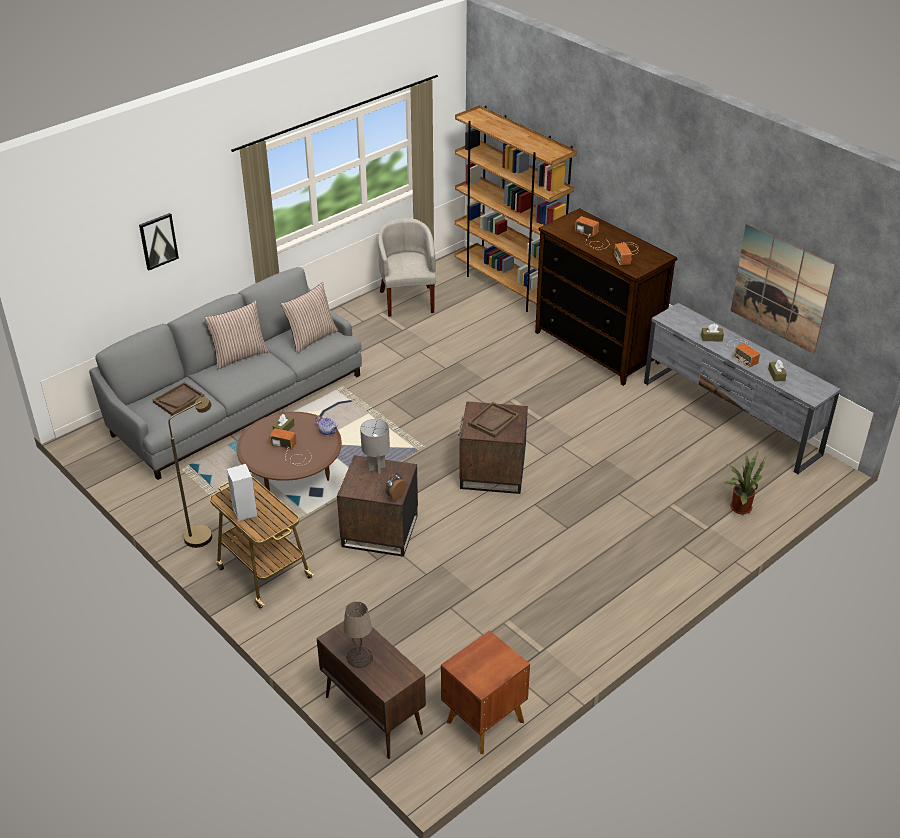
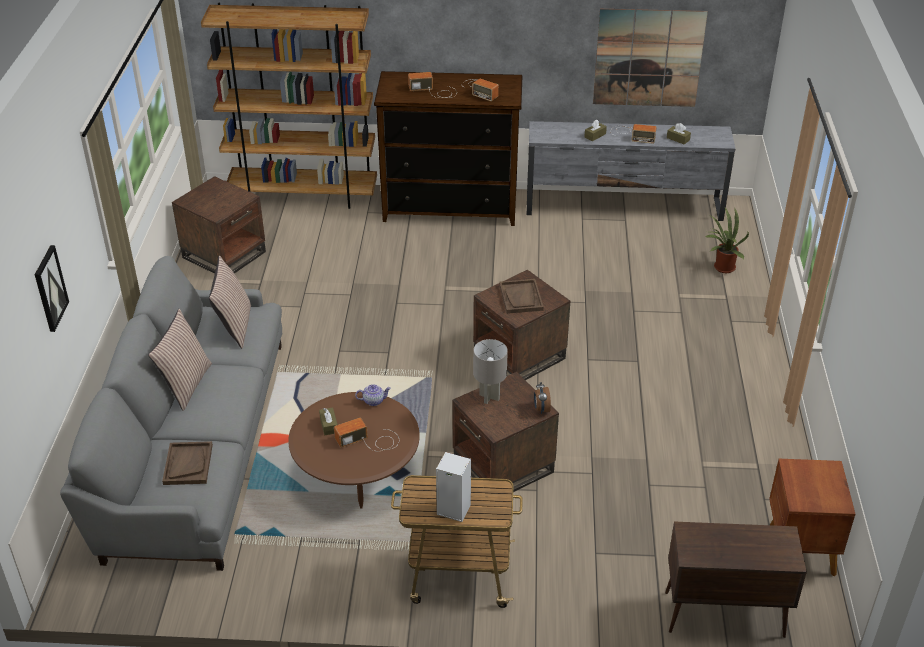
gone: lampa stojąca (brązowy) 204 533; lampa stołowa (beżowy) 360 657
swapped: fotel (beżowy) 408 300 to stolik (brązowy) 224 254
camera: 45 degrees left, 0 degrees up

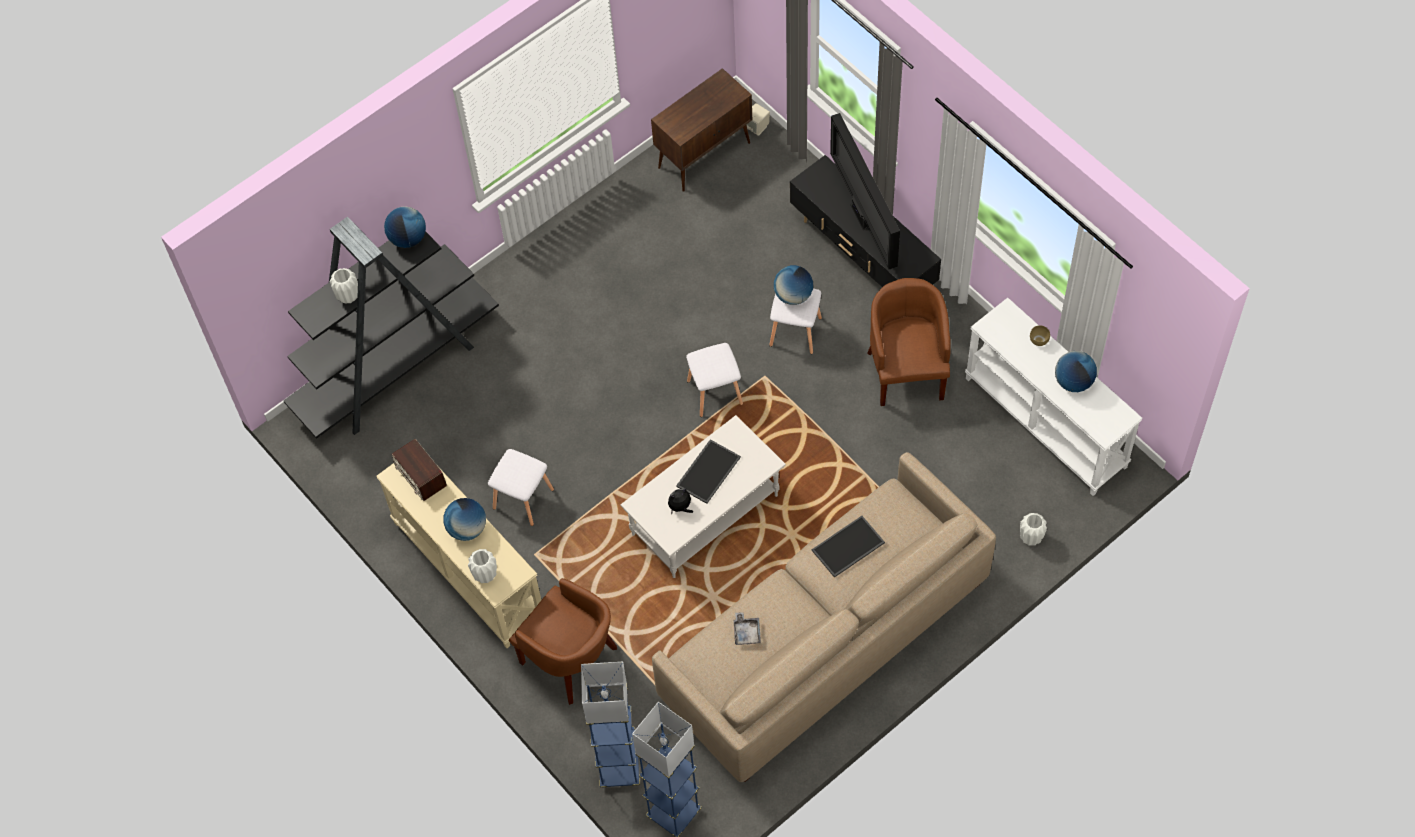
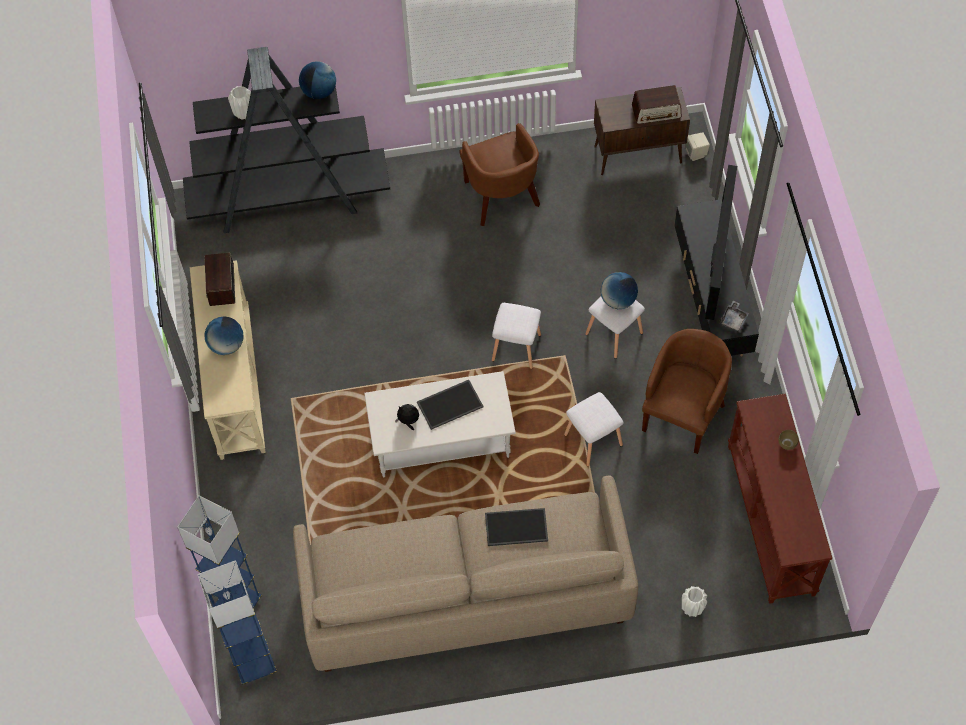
gone: globus 1073 382; wazon (biały) 485 575
new: radio 656 111
shifted: stołek (biały) 523 500 to 592 440; fotel (brązowy) 571 660 to 501 197; taca (szary) 746 632 to 733 319
repainted: stolik konsolowy (biały) 1046 422 to stolik konsolowy (brązowy) 772 519
camera: 30 degrees right, 0 degrees up

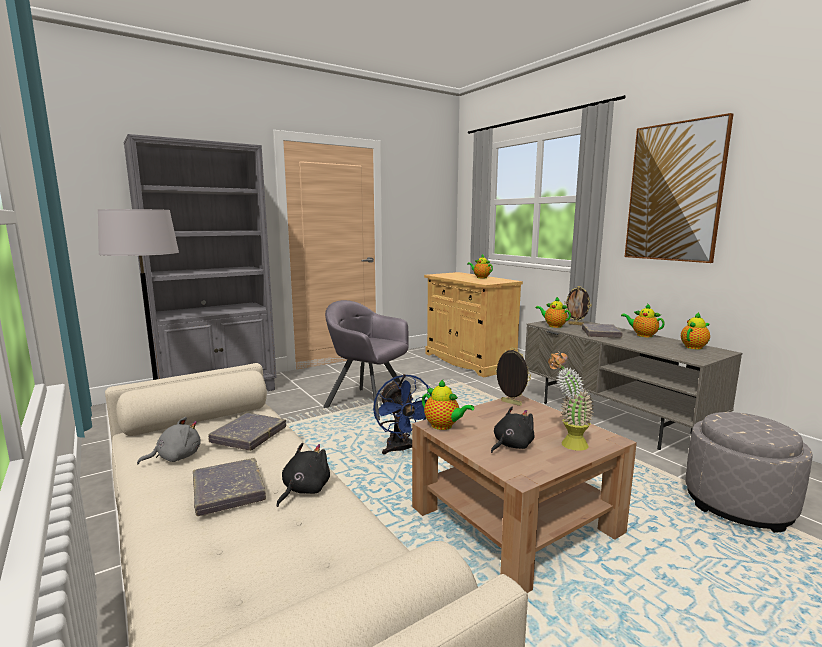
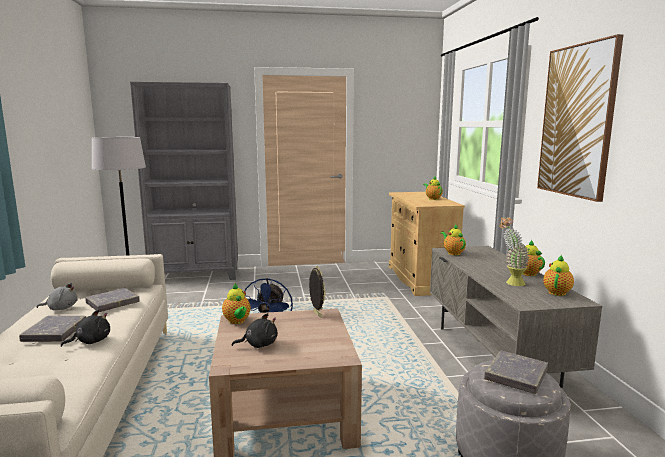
gone: ramka na zdjęcie 576 324; fotel (szary) 368 403
shifted: książka (szary) 601 333 to 516 375; roślina doniczkowa 567 443 to 510 282
rotated: imbryk 694 347 = 557 292 45 degrees counterclockwise
camera: 25 degrees right, 0 degrees up

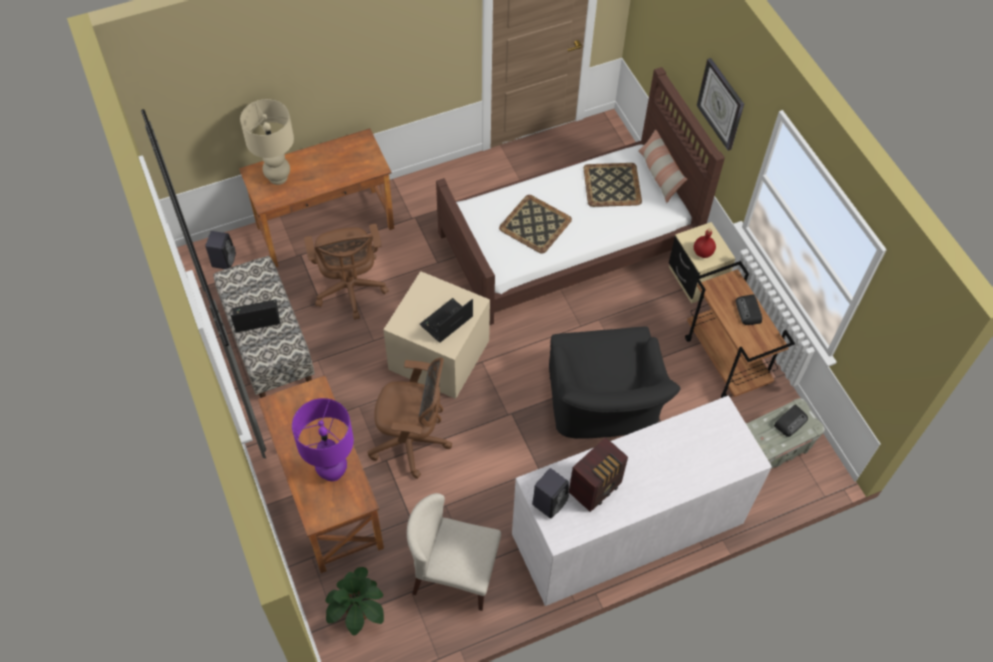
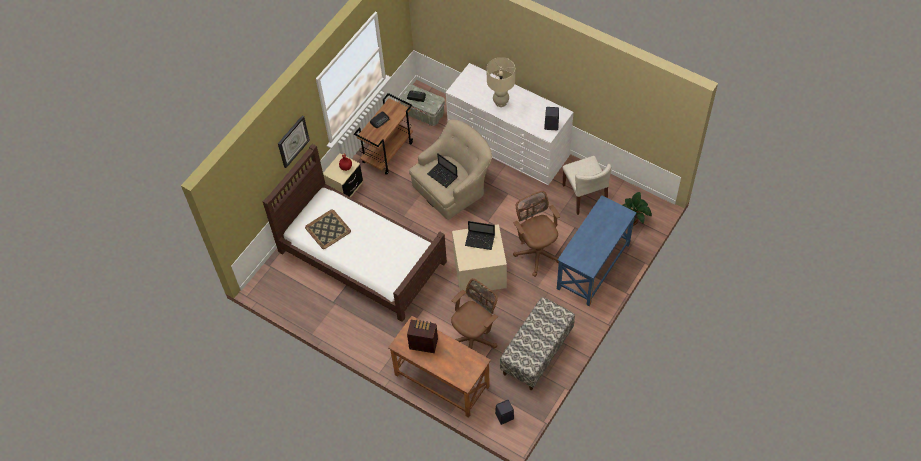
gone: poduszka 659 174; taca 534 224; lampa stołowa (fioletowy) 332 471
shifted: lampa stołowa (beżowy) 277 177 to 501 102; laptop 255 318 to 443 176; radio 596 487 to 423 343
repainted: fotel (czarny) 603 407 to fotel (beżowy) 453 186; biurko (brązowy) 327 497 to biurko (niebieski) 593 266
camera: 120 degrees left, 0 degrees up

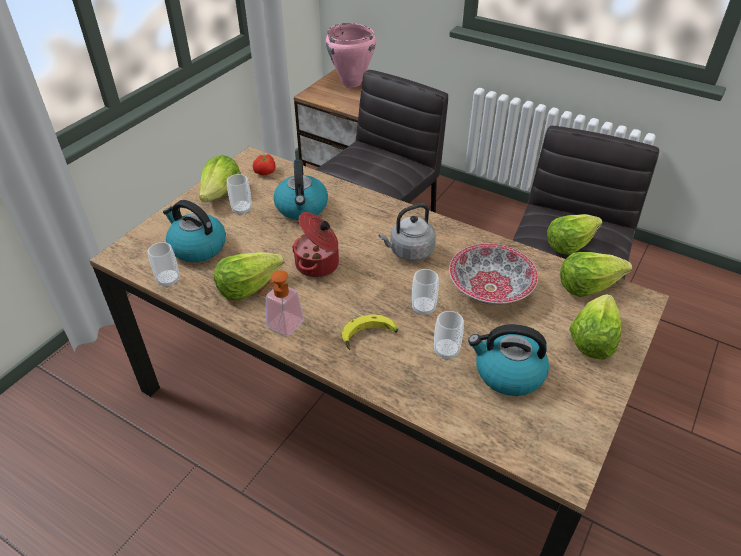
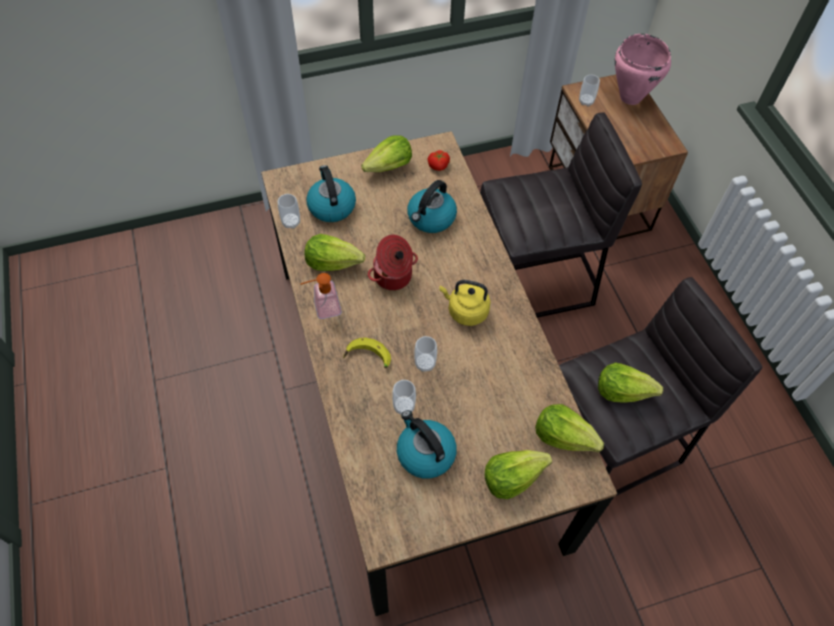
gone: miska 491 289
shifted: filiżanka 242 210 to 586 101
repainted: czajnik (szary) 409 252 to czajnik (żółty) 465 311
camera: 40 degrees right, 15 degrees up

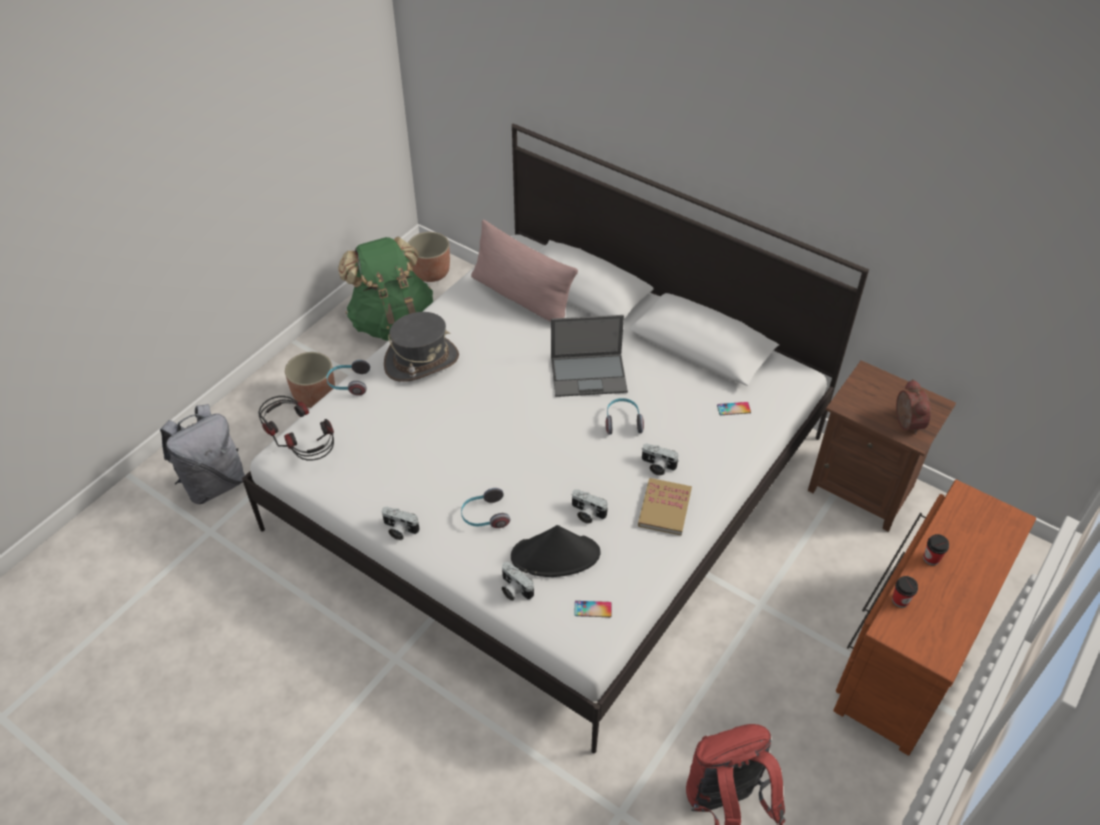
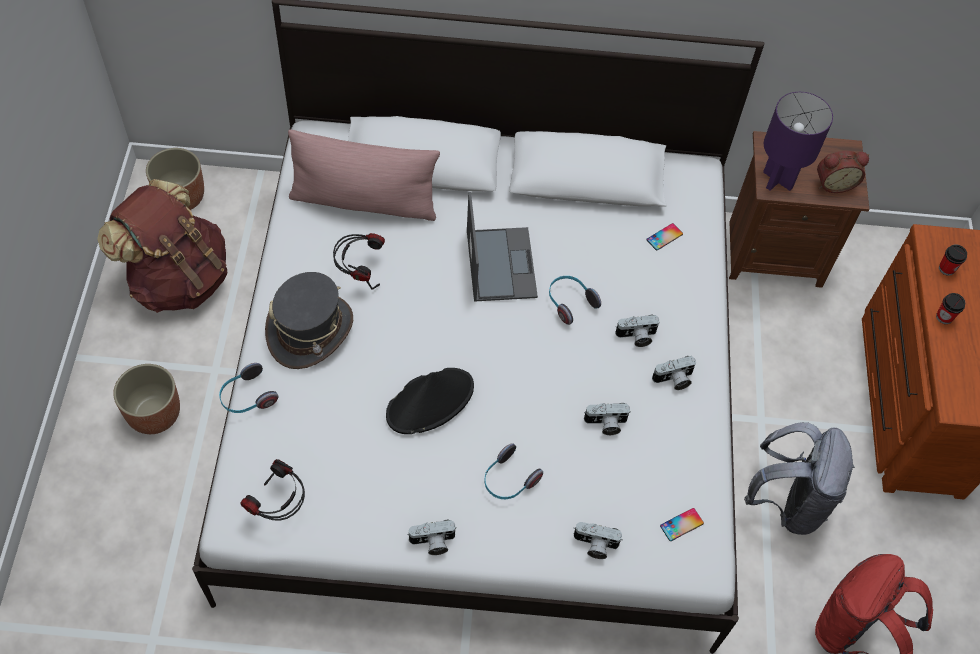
new: lampa stołowa (fioletowy) 777 180
shifted: słuchawki 285 430 to 359 271; plecak (szary) 214 483 to 788 501; kapelusz (czarny) 556 555 to 430 401; filiżanka 900 600 to 946 269
swapped: książka 664 508 to aparat fotograficzny 674 380
repainted: plecak (zielony) 392 321 to plecak (brązowy) 178 279
rotated: laptop 589 375 = 500 263 60 degrees counterclockwise; budzik 905 422 = 834 183 120 degrees clockwise
camera: 35 degrees left, 10 degrees up

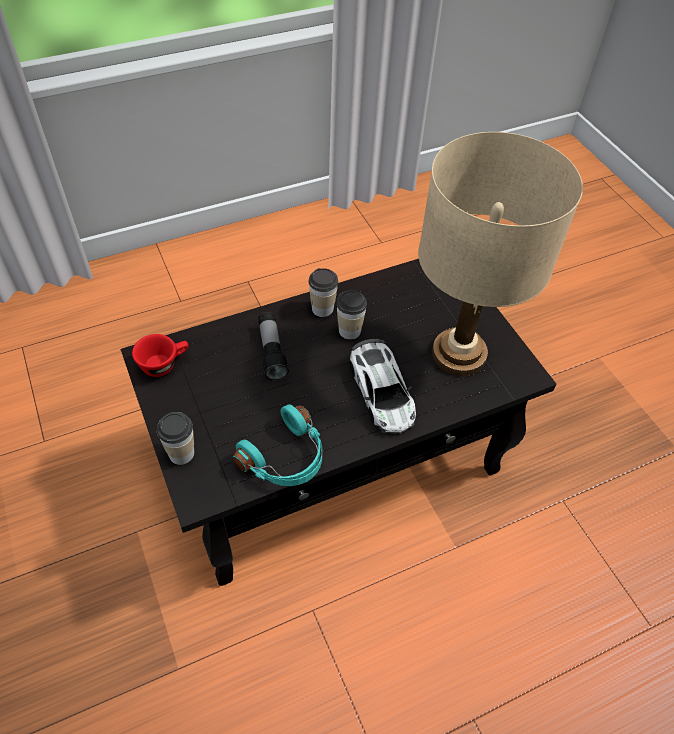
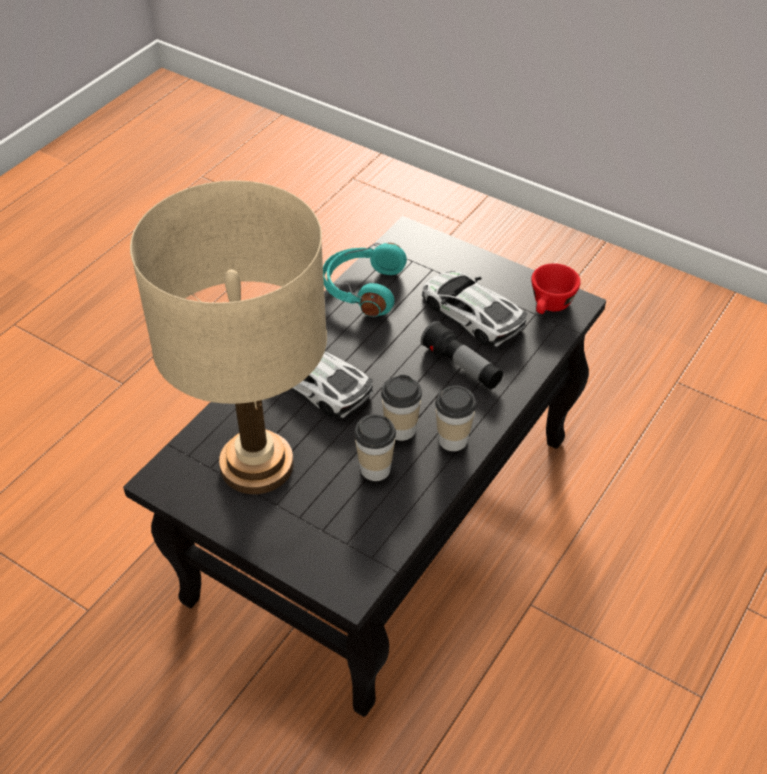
new: samochodzik 471 313
shifted: filiżanka 181 453 to 375 468
camera: 150 degrees right, 5 degrees down

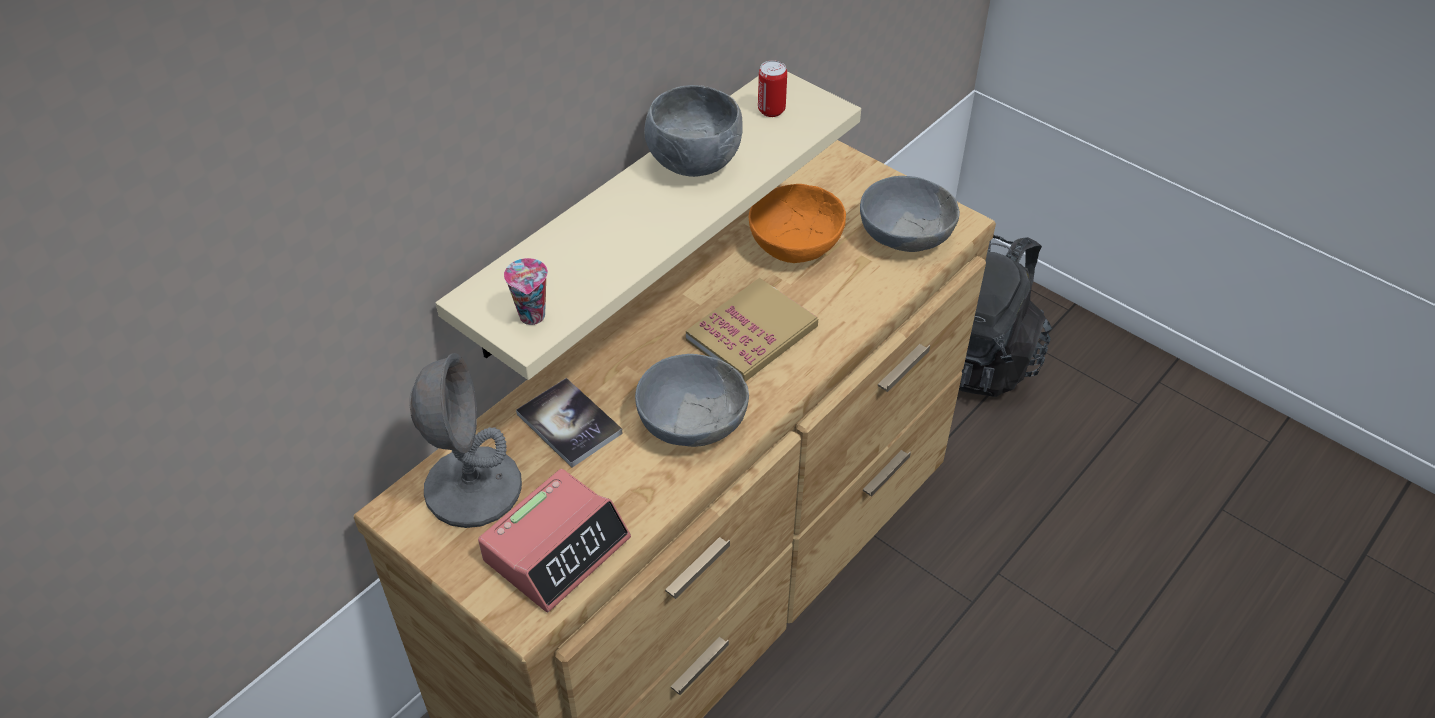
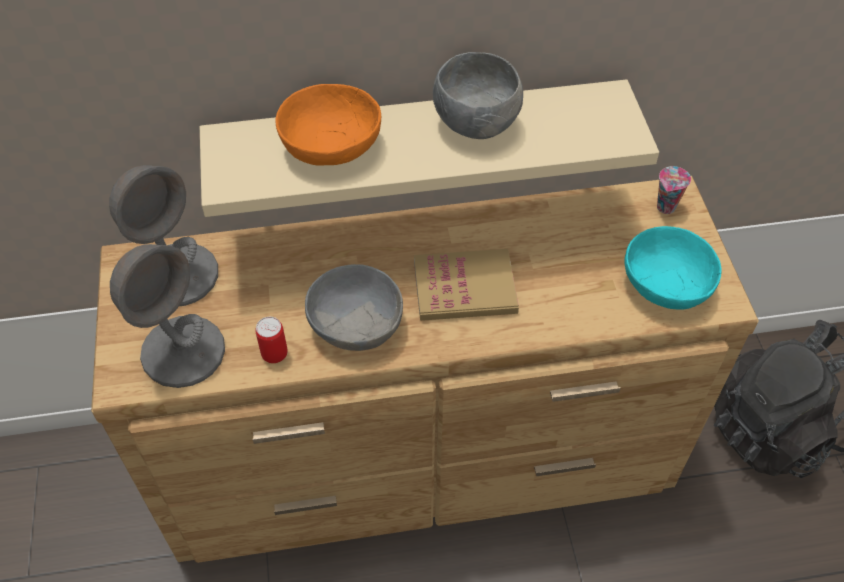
gone: książka 569 424
shifted: puszka 771 110 to 274 354; miska (pomarańczowy) 794 243 to 330 145; filiżanka 533 317 to 666 208
swapped: budzik 557 548 to lampa stołowa (szary) 183 352
repainted: miska (szary) 905 234 to miska (turkusowy) 666 284
camera: 40 degrees right, 5 degrees up

